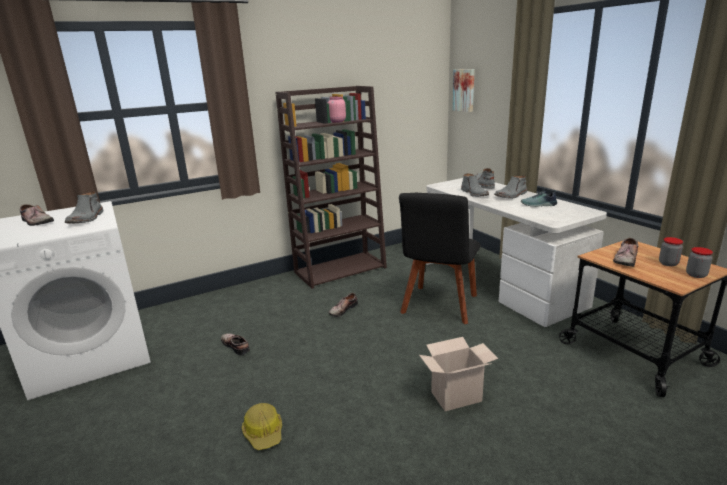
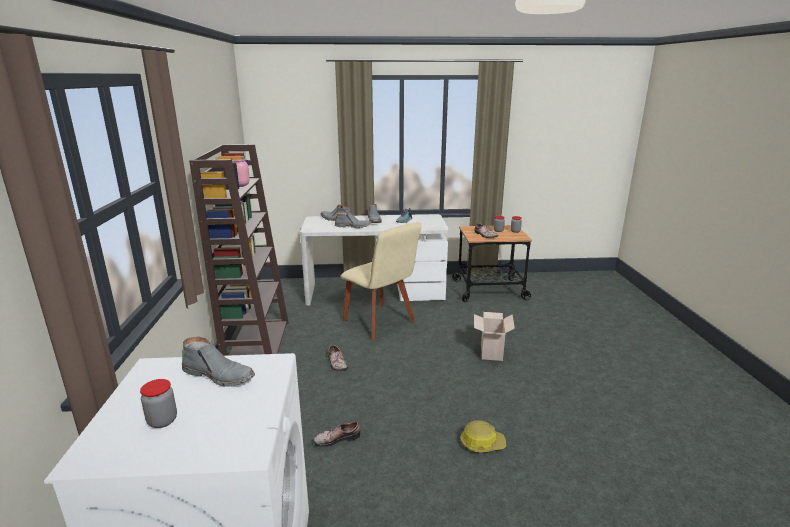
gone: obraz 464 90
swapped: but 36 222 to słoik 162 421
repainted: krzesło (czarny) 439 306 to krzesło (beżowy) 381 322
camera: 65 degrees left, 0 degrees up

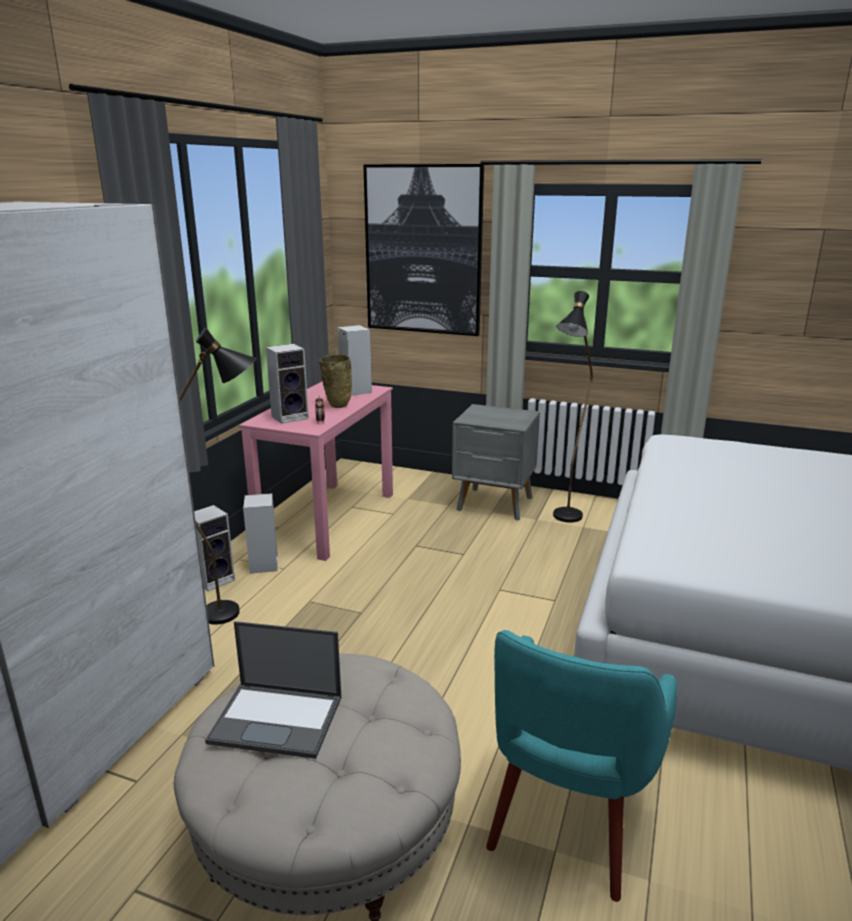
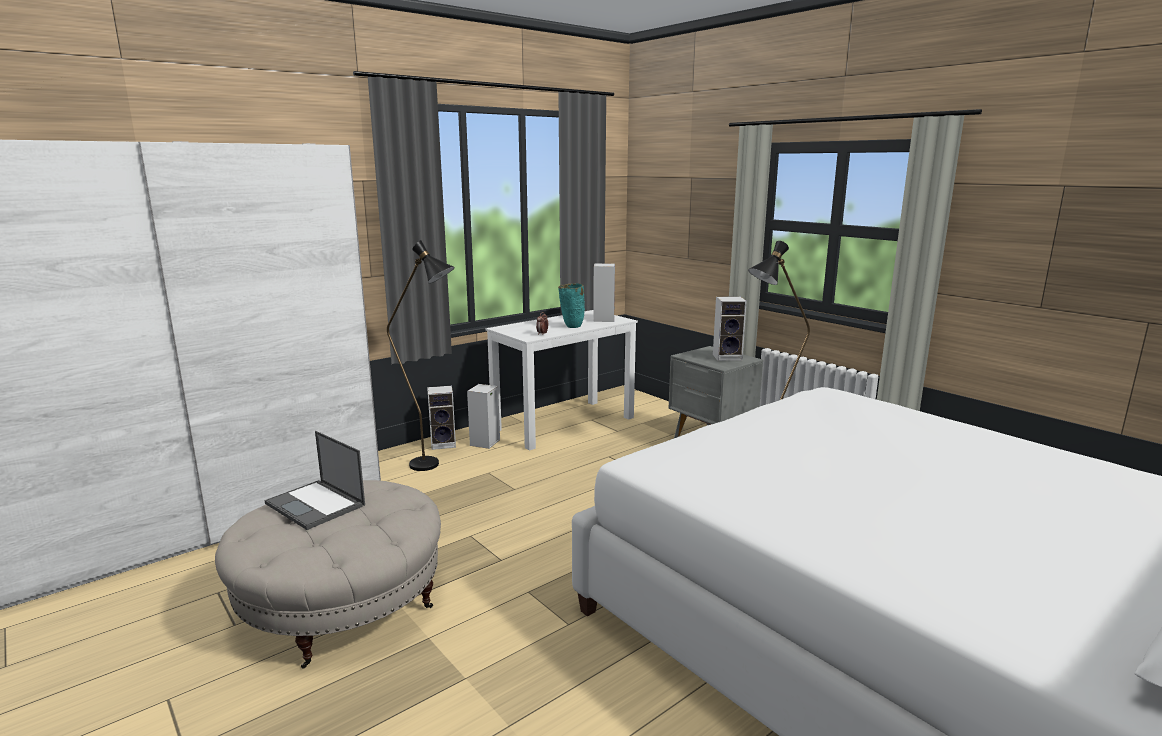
gone: obraz 423 250; fotel (turkusowy) 570 815
shifted: głośnik 291 417 to 728 357
repainted: wazon (beżowy) 337 406 to wazon (turkusowy) 571 326; biurko (różowy) 328 518 to biurko (biały) 564 423
camera: 30 degrees right, 5 degrees down

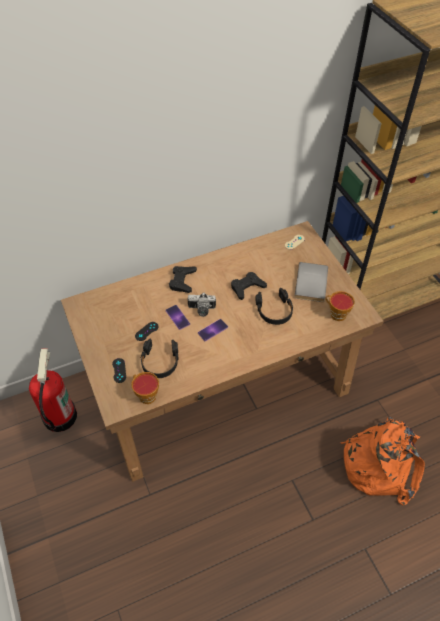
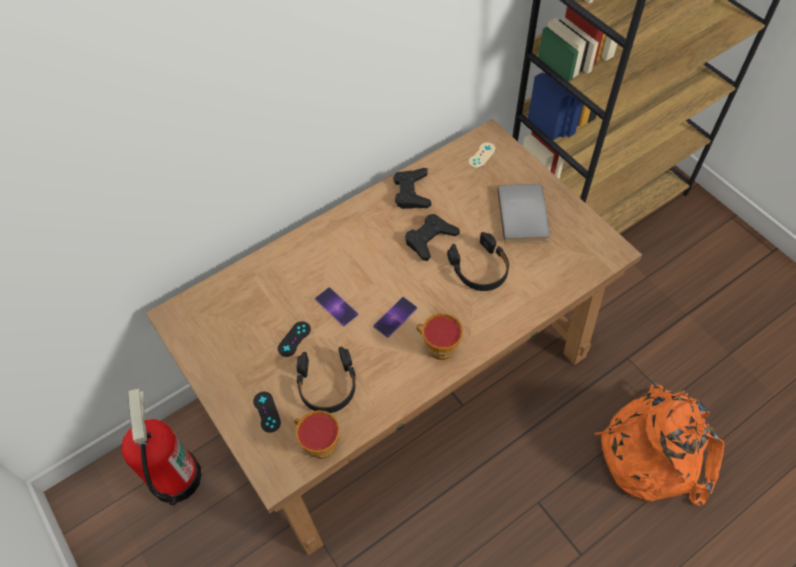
gone: aparat fotograficzny 201 310
shifted: pad do gier (czarny) 182 281 to 411 192; filiżanka 336 314 to 437 348
camera: 10 degrees left, 5 degrees up

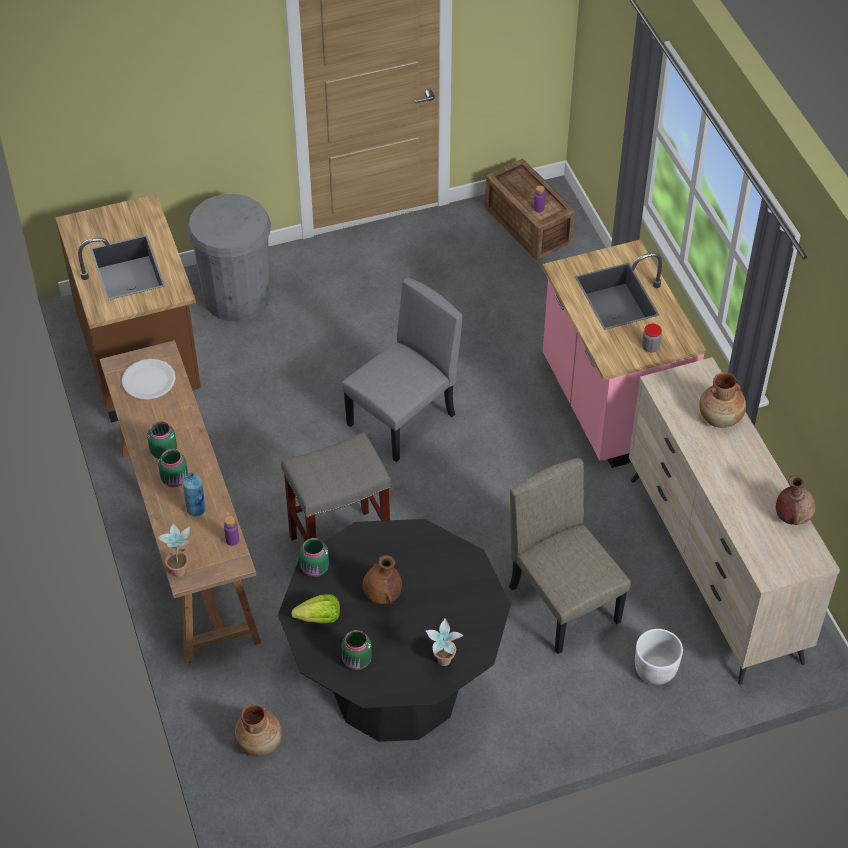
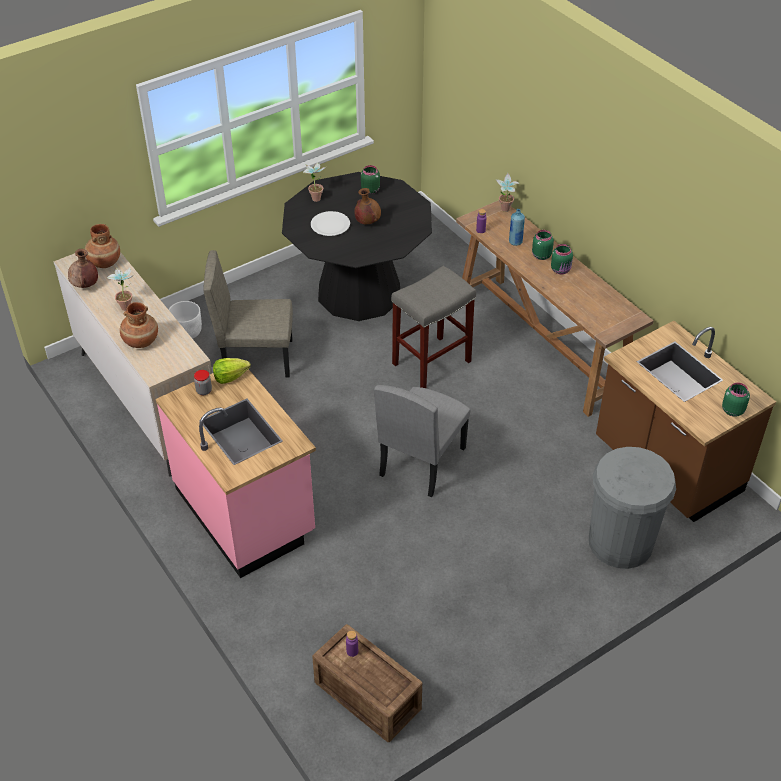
new: roślina doniczkowa 127 305
shifted: talerz (biały) 149 380 to 330 225; słoik (zielony) 315 569 to 732 410; sałata 319 618 to 230 377; wazon (brązowy) 260 742 to 104 262
rotated: krzesło (beżowy) 565 604 = 257 358 135 degrees clockwise
camera: 165 degrees right, 5 degrees down

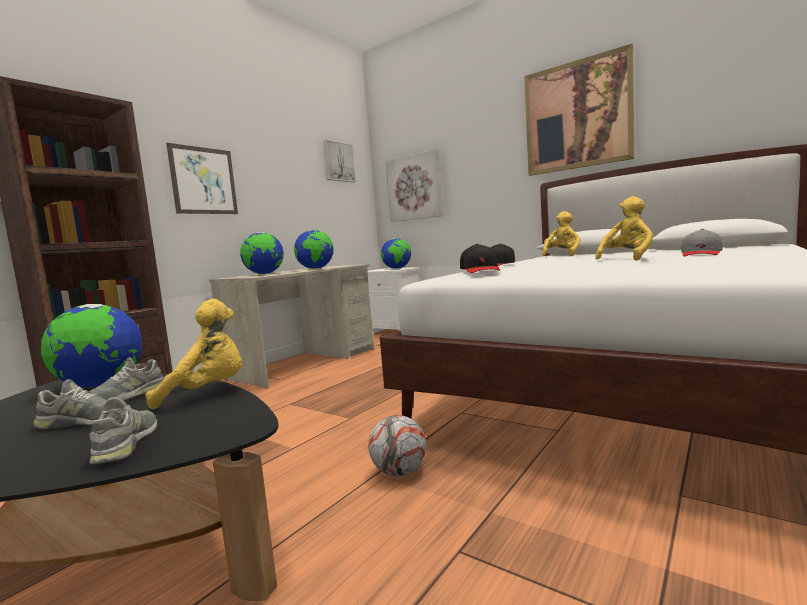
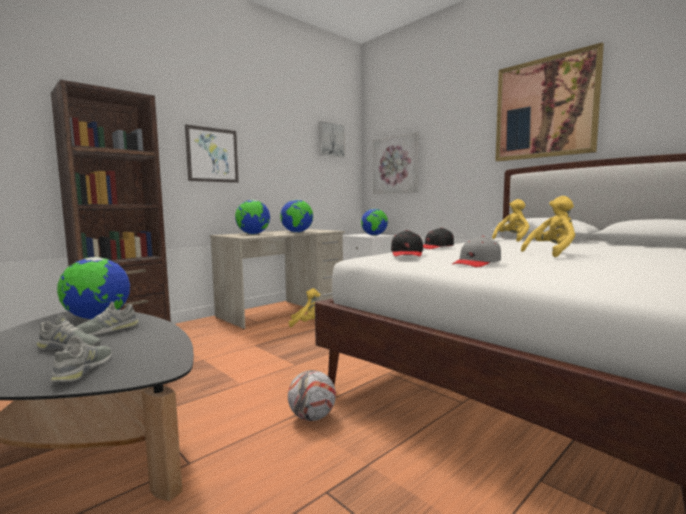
shifted: czapka z daszkiem (szary) 701 254 to 477 263; pluszak (żółty) 207 393 to 307 323
camera: 10 degrees right, 0 degrees up

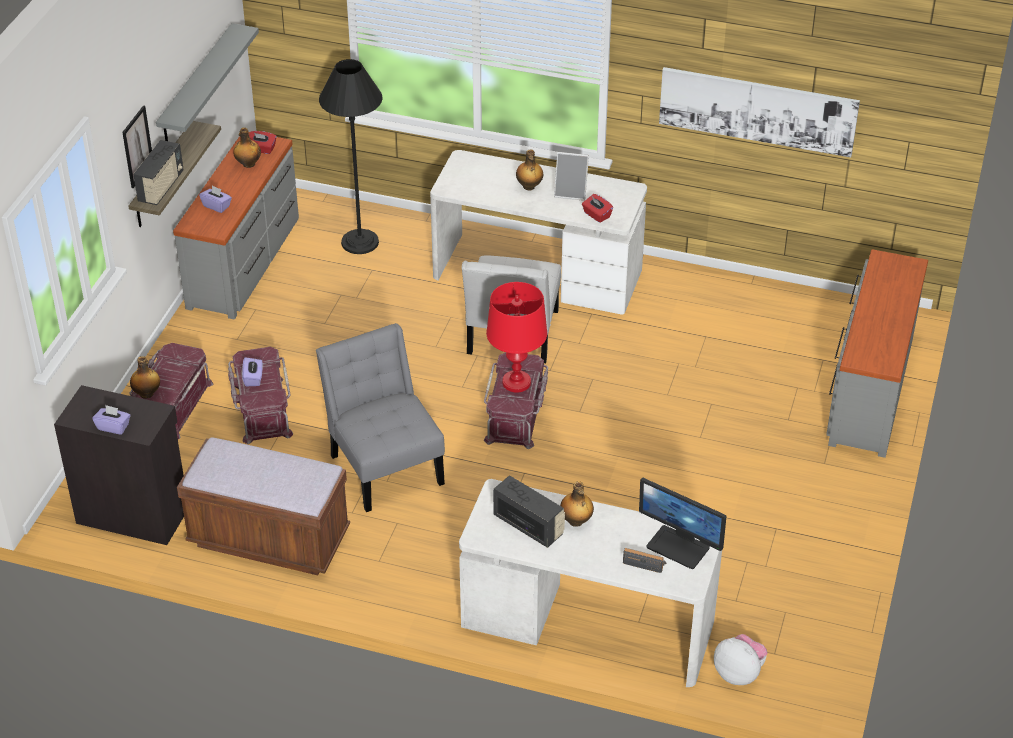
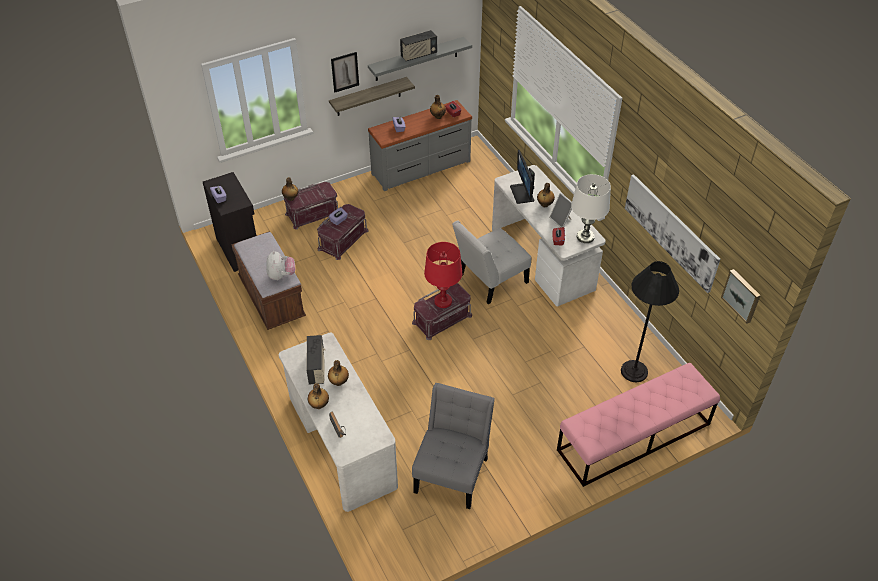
new: lampa stołowa (biały) 585 237; obraz 742 295; butelka 319 405
shifted: lampa stojąca (czarny) 360 242 to 634 371; radio 161 187 to 418 55; krzesło (szary) 384 465 to 453 471; monitor 679 546 to 522 193; pluszak 739 673 to 281 275
swapped: komoda (szary) 869 390 to ławka (różowy) 633 437
camera: 45 degrees right, 5 degrees up

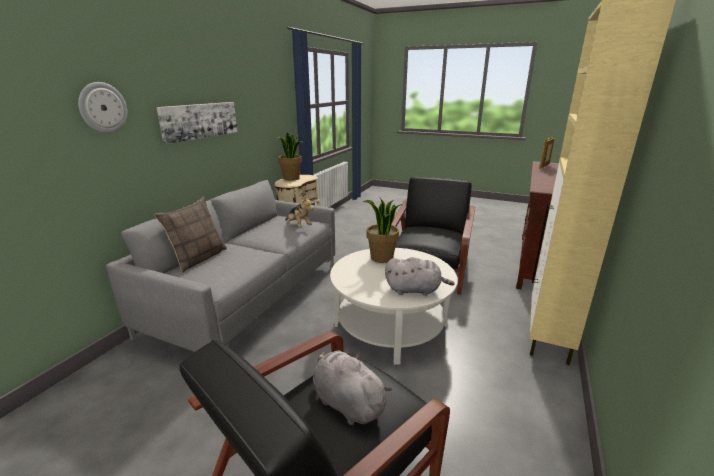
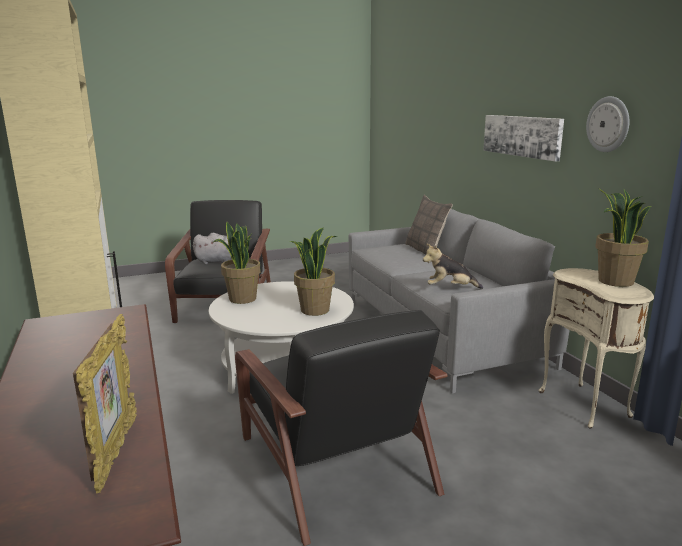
shifted: zegar ścienny 102 107 to 608 124
swapped: pluszak (szary) 415 290 to roślina doniczkowa 242 299
camera: 135 degrees right, 5 degrees down

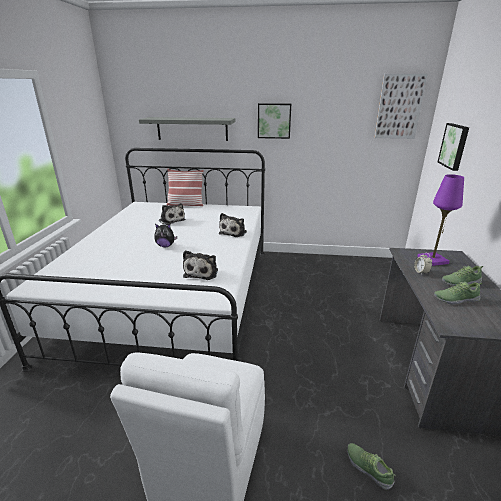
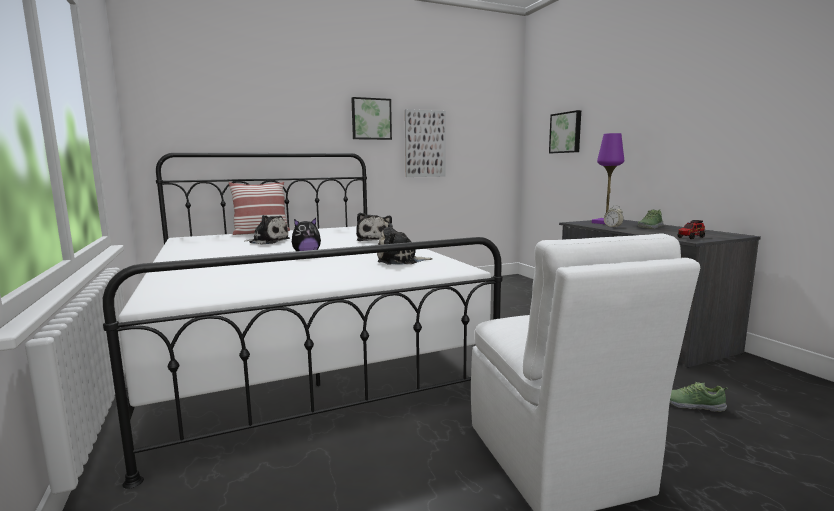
gone: półka (szary) 192 129; but 455 299
new: ciężarówka zabawkowa 690 237
shifted: obraz 399 107 to 425 144
rotated: pluszak 202 272 = 400 261 105 degrees clockwise
camera: 30 degrees left, 15 degrees down

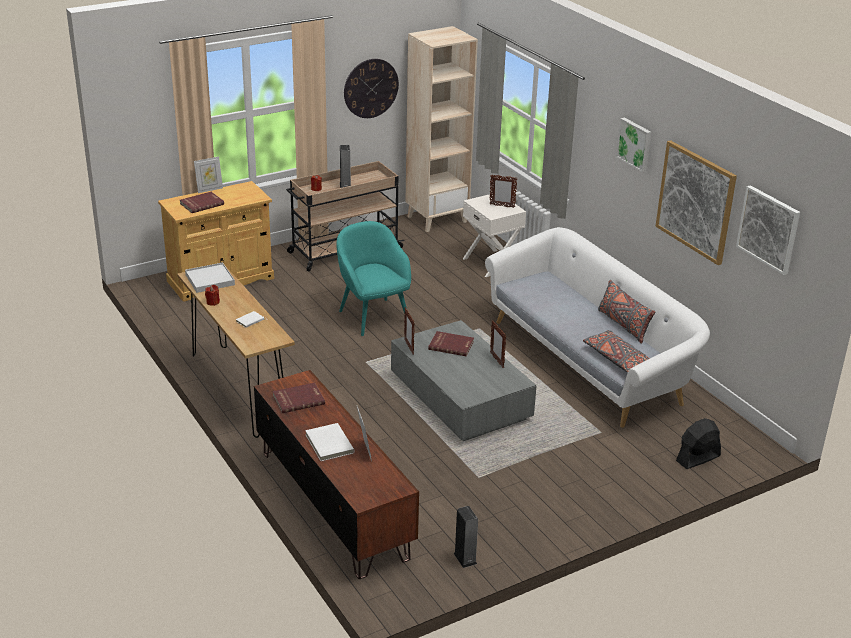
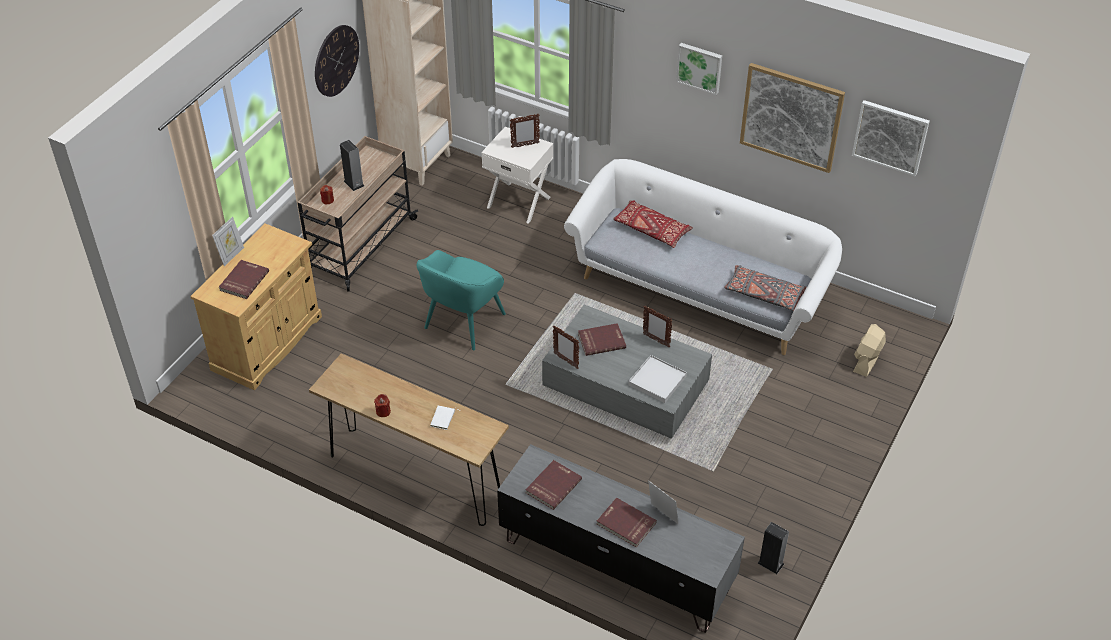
gone: poduszka (szary) 623 325
new: poduszka (czerwony) 651 230
shifted: taca (biały) 209 280 to 657 381
repainted: szafka pod telewizor (brązowy) 332 503 to szafka pod telewizor (szary) 615 564; wentylator (czarny) 697 458 to wentylator (beżowy) 867 360; książka (biały) 328 444 to książka (czerwony) 625 524
rotated: fotel (turkusowy) 373 316 = 463 322 90 degrees counterclockwise
camera: 30 degrees left, 15 degrees up

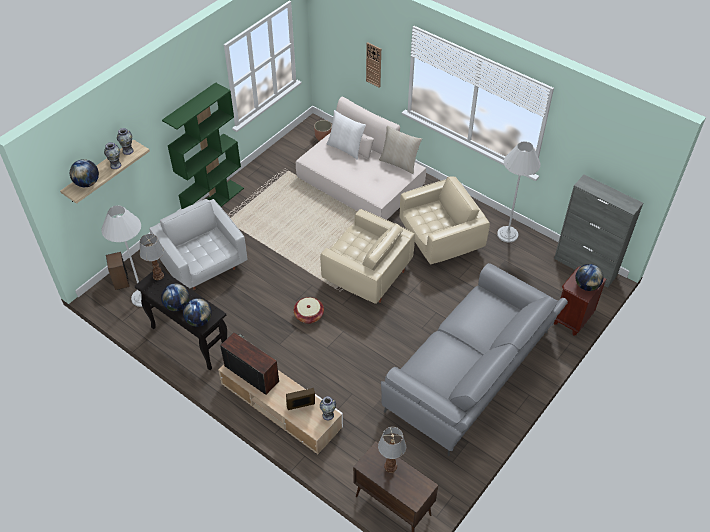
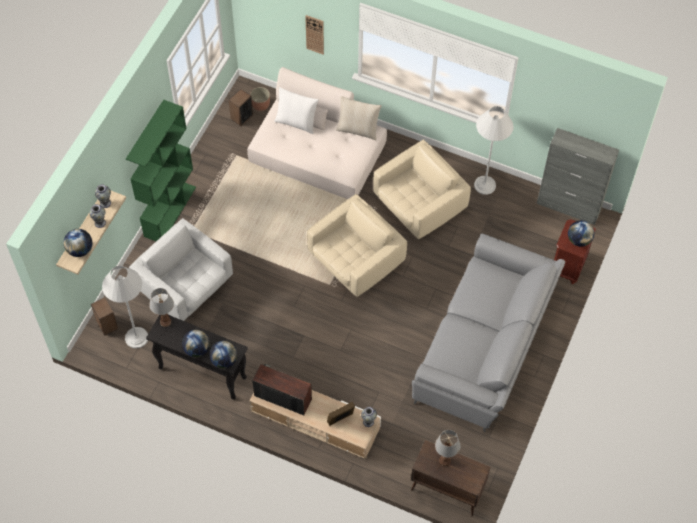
gone: koszyk 309 315
new: głośnik 241 117
rotated: fotel (beżowy) 366 274 = 355 262 60 degrees counterclockwise
camera: 15 degrees left, 10 degrees up

